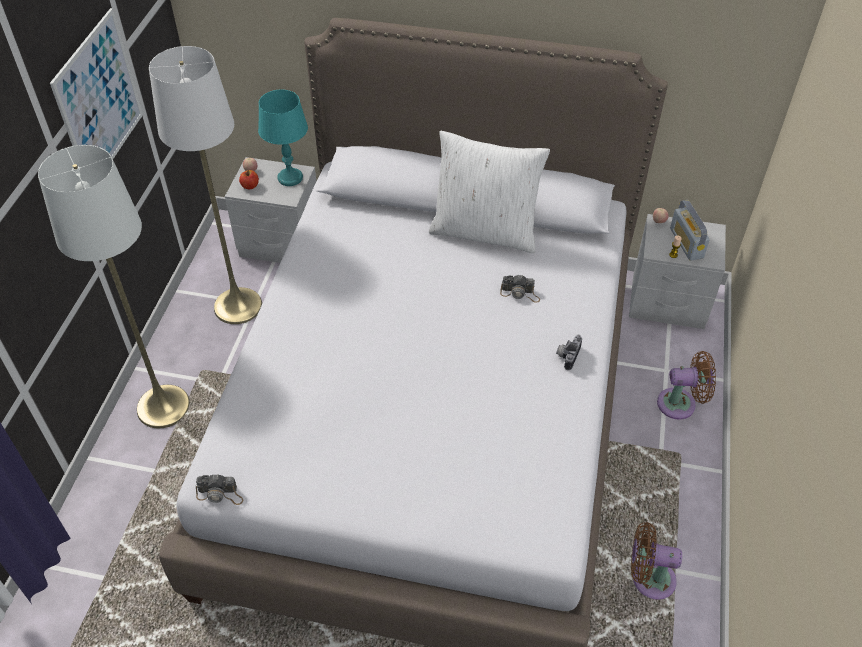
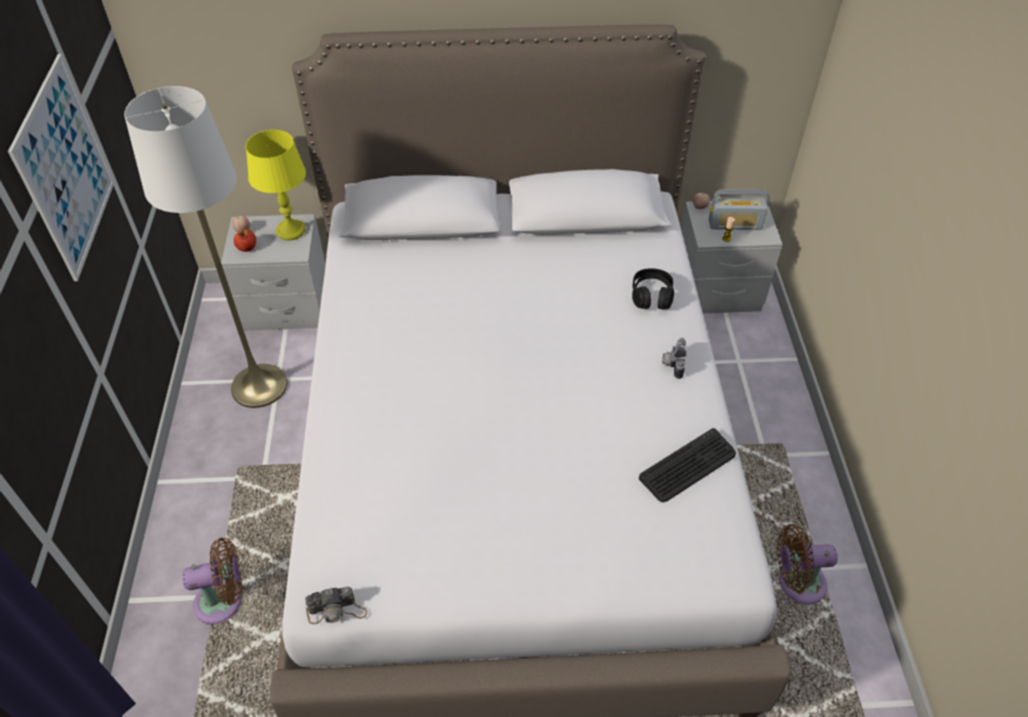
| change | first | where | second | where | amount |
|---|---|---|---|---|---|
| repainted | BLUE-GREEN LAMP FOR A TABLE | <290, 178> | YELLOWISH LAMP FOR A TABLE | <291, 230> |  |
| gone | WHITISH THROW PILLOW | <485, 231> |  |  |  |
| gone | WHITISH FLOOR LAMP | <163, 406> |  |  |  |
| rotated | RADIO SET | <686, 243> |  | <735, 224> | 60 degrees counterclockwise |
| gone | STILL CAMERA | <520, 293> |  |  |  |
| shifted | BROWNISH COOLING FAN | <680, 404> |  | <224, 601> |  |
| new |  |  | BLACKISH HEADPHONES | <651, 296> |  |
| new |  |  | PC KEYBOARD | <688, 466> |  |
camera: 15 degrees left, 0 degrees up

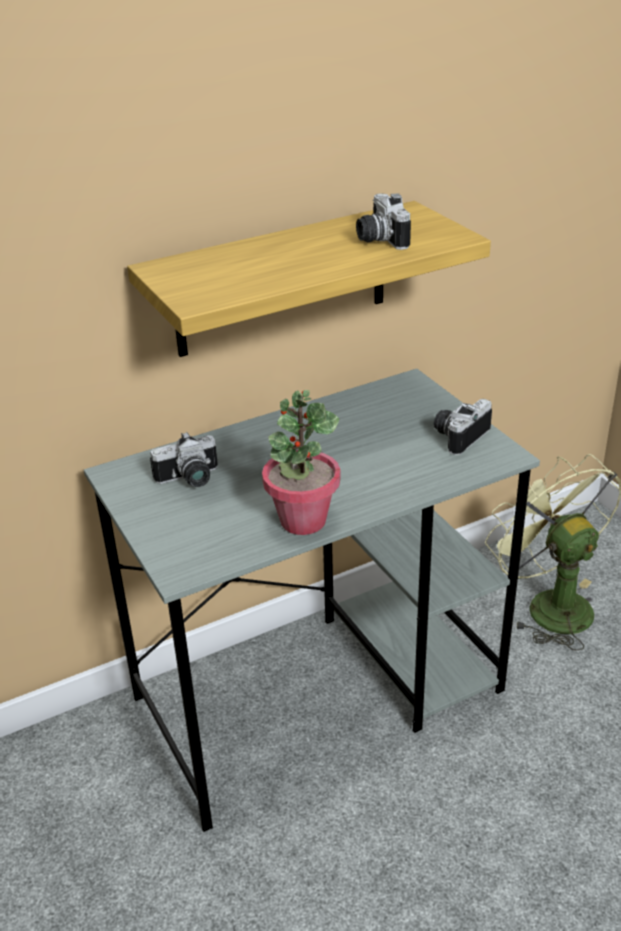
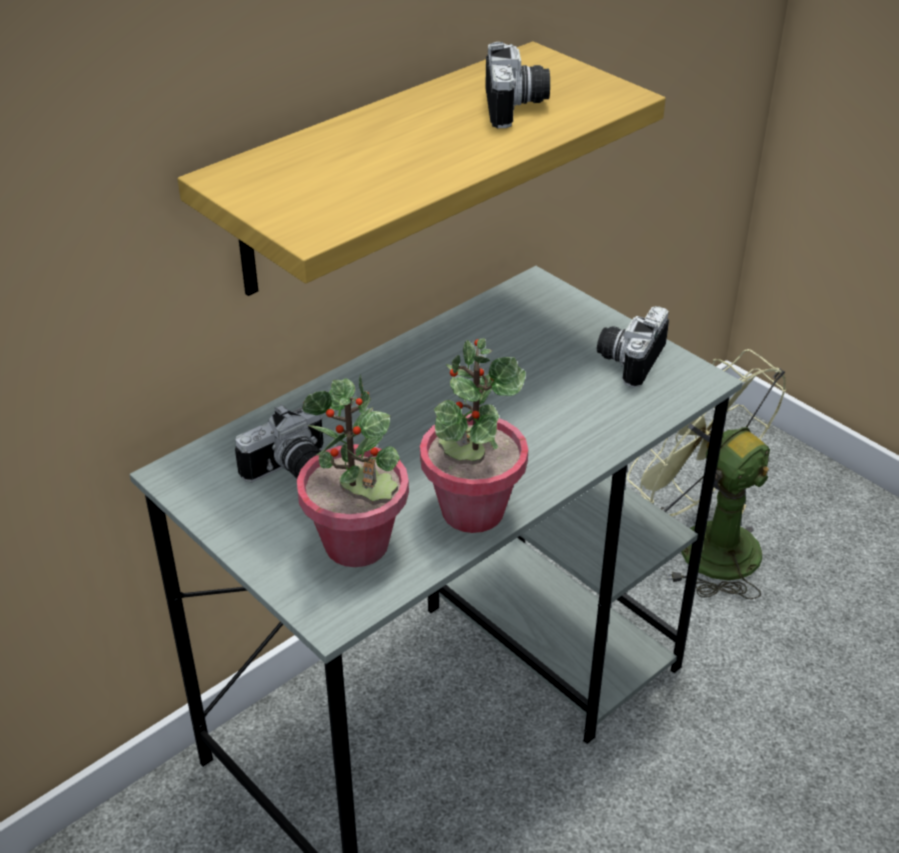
| change | first | where | second | where | amount |
|---|---|---|---|---|---|
| rotated | STILL CAMERA | <378, 239> |  | <517, 107> | 150 degrees counterclockwise |
| new |  |  | PLANT IN A POT | <357, 544> |  |
camera: 15 degrees left, 5 degrees up

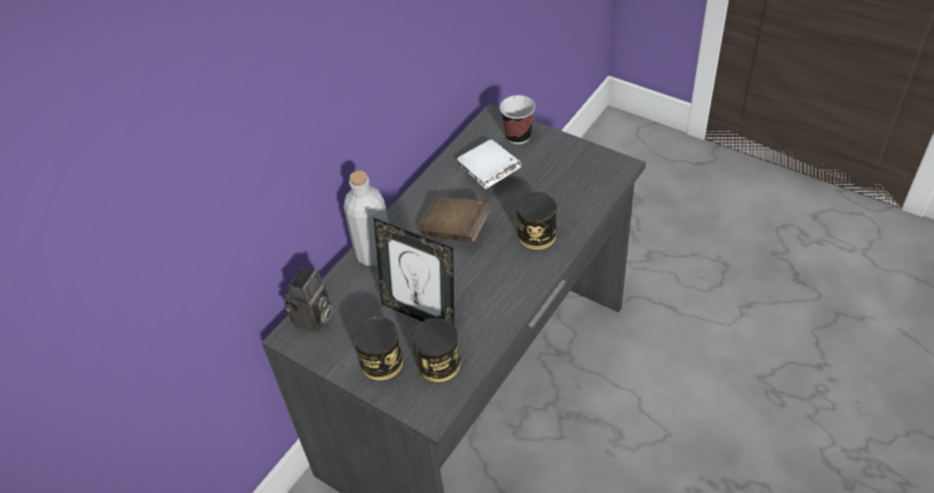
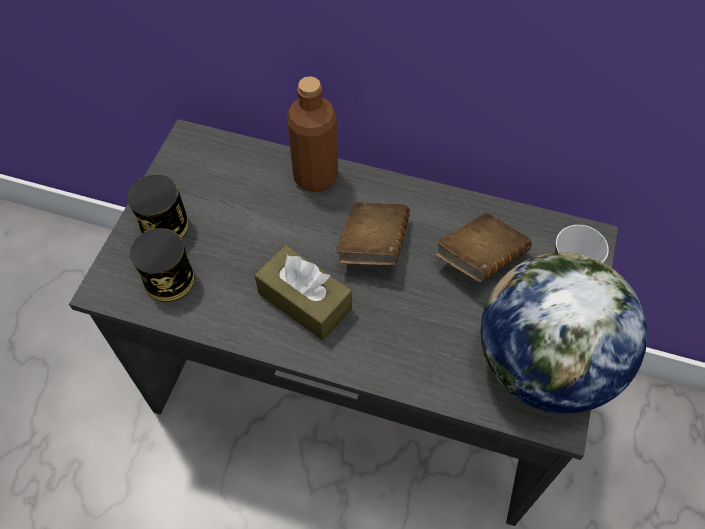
| change | first | where | second | where | amount |
|---|---|---|---|---|---|
| repainted | WHITISH VOLUME | <489, 175> | BROWNISH VOLUME | <480, 259> |  |
| repainted | GRAY BOTTLE | <374, 254> | BROWNISH BOTTLE | <315, 176> |  |
| gone | METAL CAN | <536, 235> |  |  |  |
| gone | STANDING FRAME | <421, 314> |  |  |  |
| gone | STILL CAMERA | <313, 320> |  |  |  |
| new |  |  | BROWNISH TISSUE HOLDER | <304, 301> |  |
| new |  |  | DESK GLOBE | <542, 365> |  |
camera: 70 degrees right, 10 degrees up

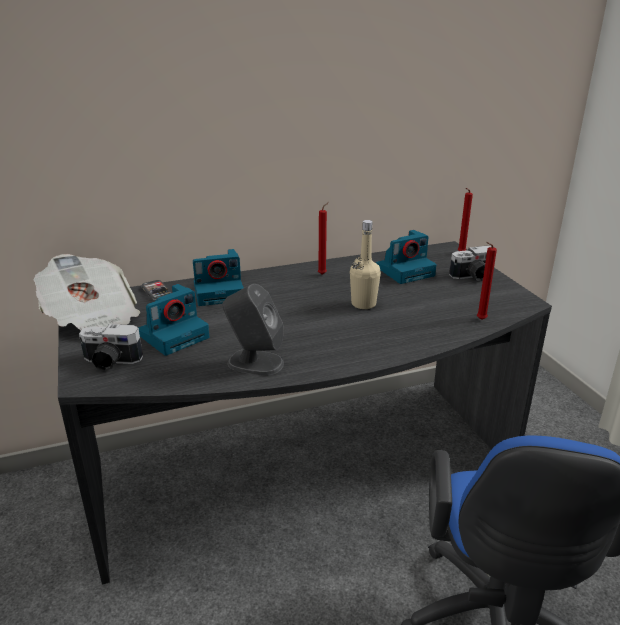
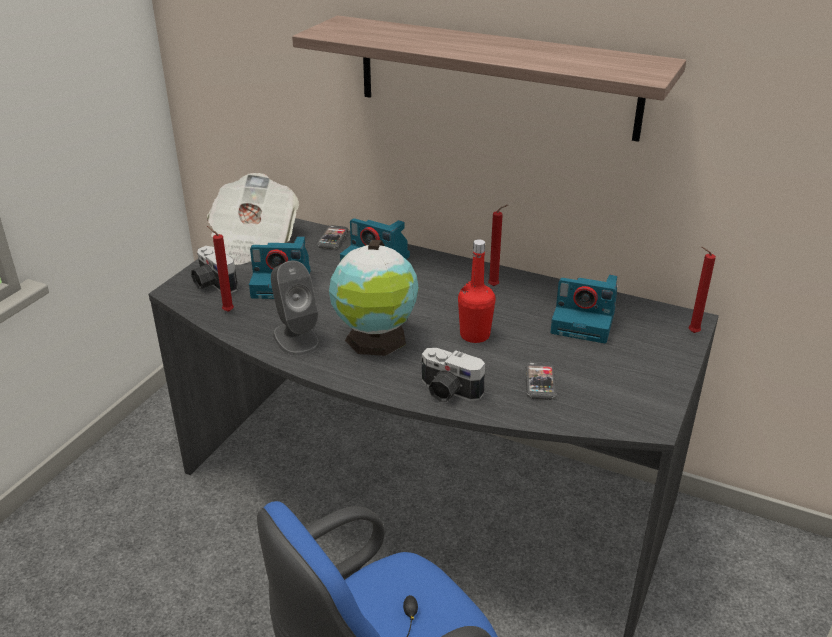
| change | first | where | second | where | amount |
|---|---|---|---|---|---|
| repainted | BEIGE BOTTLE | <363, 304> | REDDISH BOTTLE | <475, 335> |  |
| shifted | REDDISH WAX CANDLE | <480, 320> |  | <226, 311> |  |
| shifted | STILL CAMERA | <473, 276> |  | <448, 392> |  |
| new |  |  | SHELF | <496, 77> |  |
| new |  |  | DESK GLOBE | <376, 340> |  |
| new |  |  | TELEPHONE | <540, 382> |  |
camera: 45 degrees right, 5 degrees up

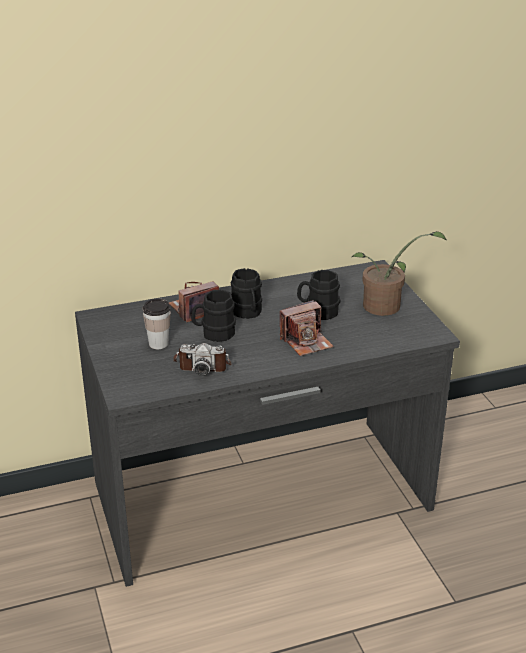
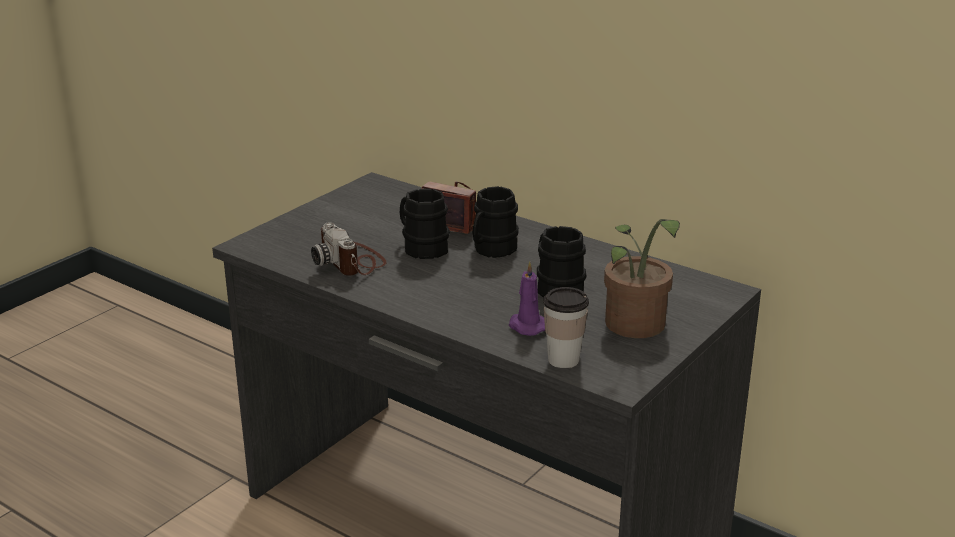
| change | first | where | second | where | amount |
|---|---|---|---|---|---|
| shifted | SMALL CUP | <158, 344> |  | <563, 360> |  |
| gone | STILL CAMERA | <306, 342> |  |  |  |
| new |  |  | PURPLE-COLOURED WAX CANDLE | <526, 326> |  |
camera: 55 degrees right, 5 degrees down

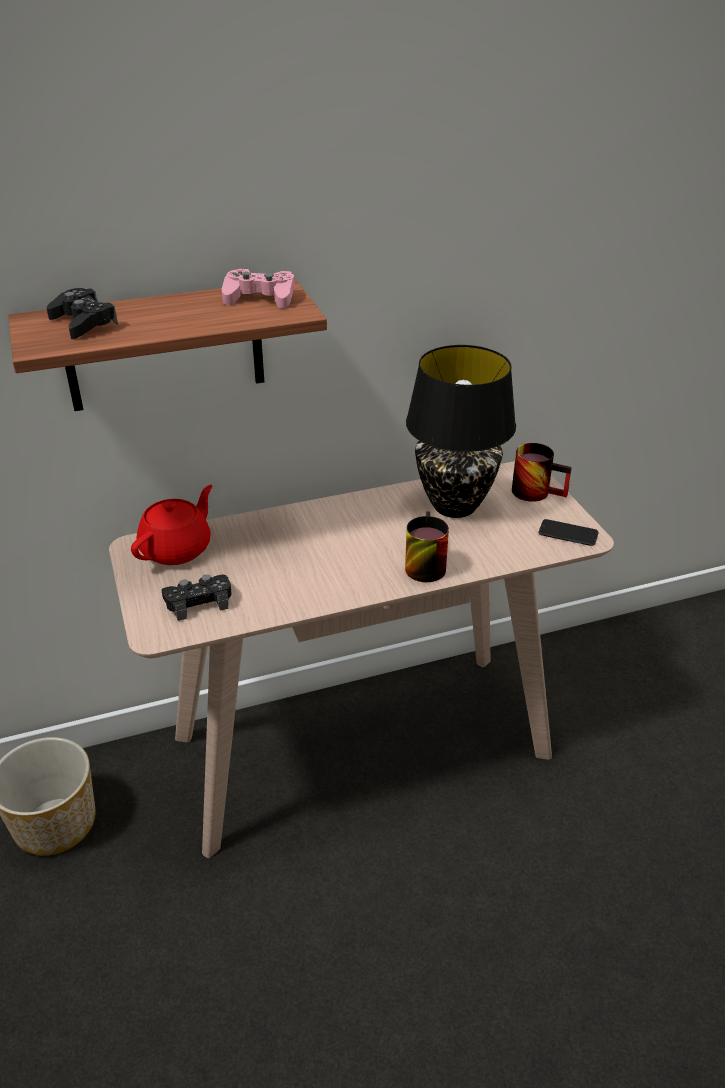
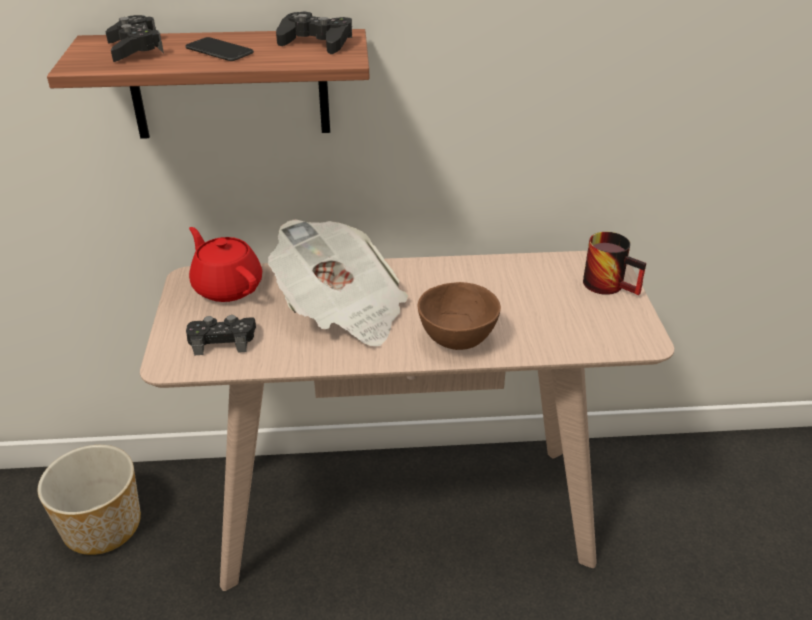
| change | first | where | second | where | amount |
|---|---|---|---|---|---|
| repainted | PINK JOYPAD | <260, 298> | BLACKISH JOYPAD | <316, 42> |  |
| gone | BLACKISH LAMP FOR A TABLE | <454, 505> |  |  |  |
| rotated | REDDISH TEAPOT | <177, 549> |  | <227, 287> | 90 degrees counterclockwise |
| swapped | TEA MUG | <421, 564> | BROWNISH DEEP DISH | <456, 340> |  |
| shifted | TELEPHONE | <568, 533> |  | <219, 51> |  |
| new |  |  | NEWSPAPER | <342, 310> |  |
camera: 15 degrees right, 0 degrees up

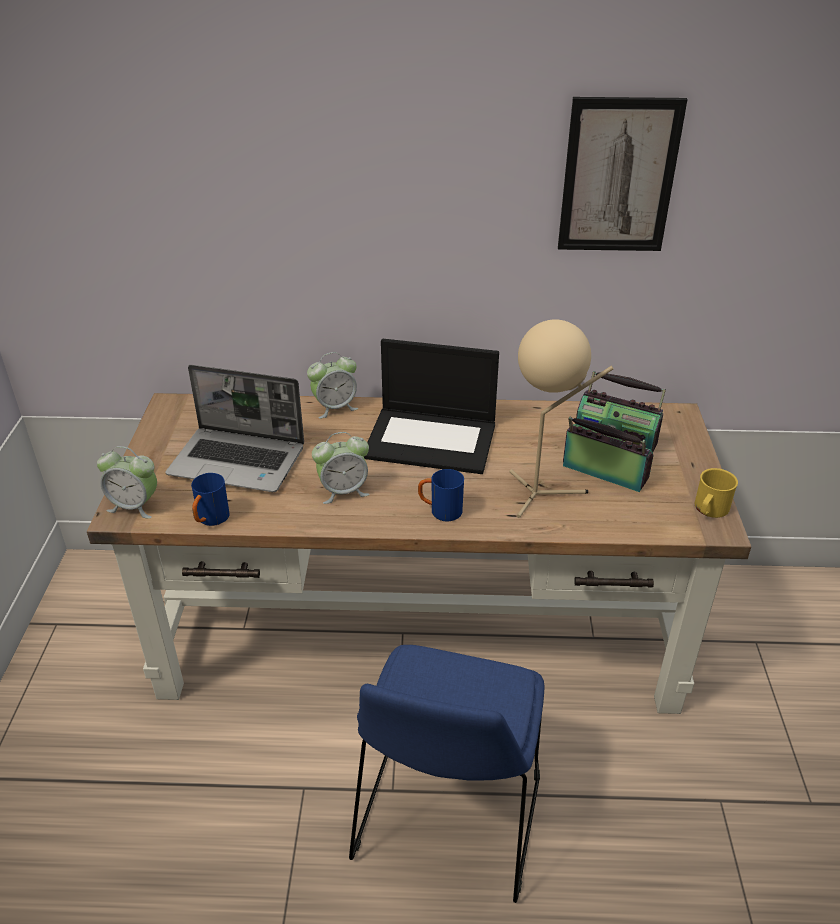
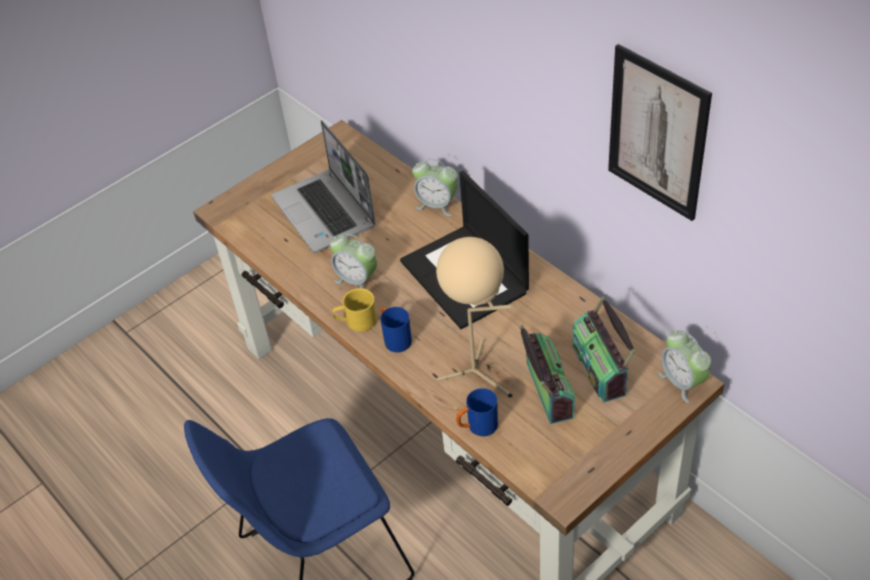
| change | first | where | second | where | amount |
|---|---|---|---|---|---|
| shifted | ALARM CLOCK | <135, 506> |  | <682, 382> |  |
| shifted | YELLOWISH TEA MUG | <709, 510> |  | <356, 321> |  |
| shifted | BLUE TEA MUG | <210, 520> |  | <477, 427> |  |
camera: 50 degrees right, 10 degrees up

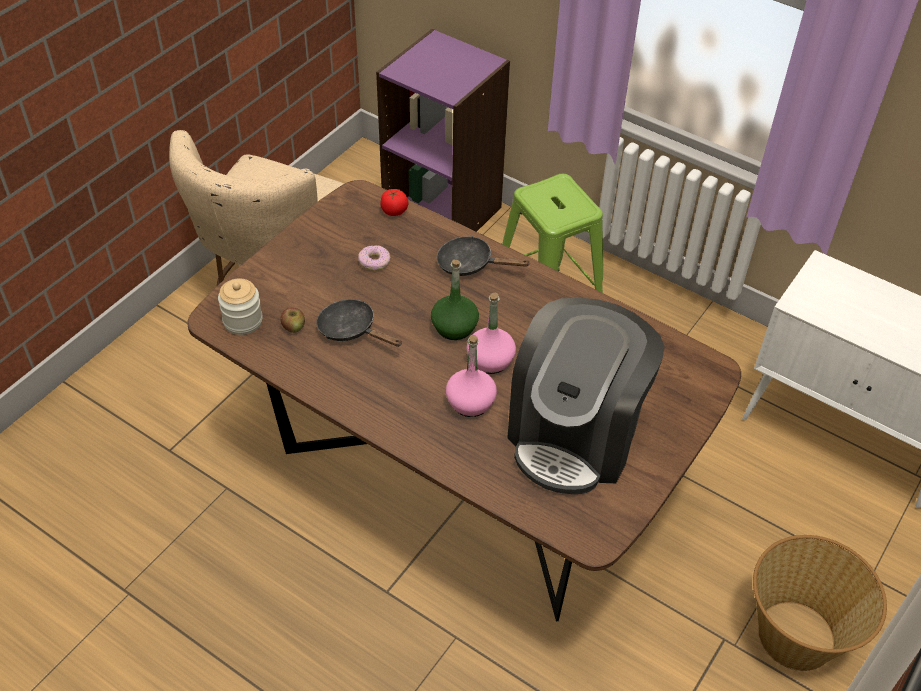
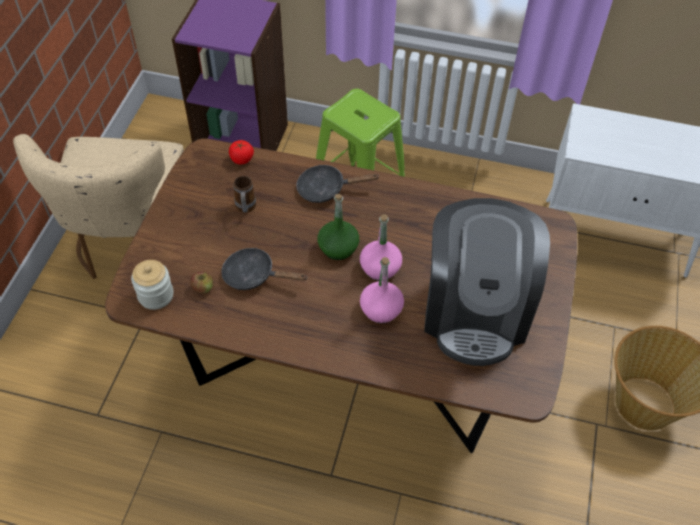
| change | first | where | second | where | amount |
|---|---|---|---|---|---|
| swapped | RING DOUGHNUT | <374, 261> | TEA MUG | <245, 209> |  |
camera: 20 degrees left, 5 degrees up

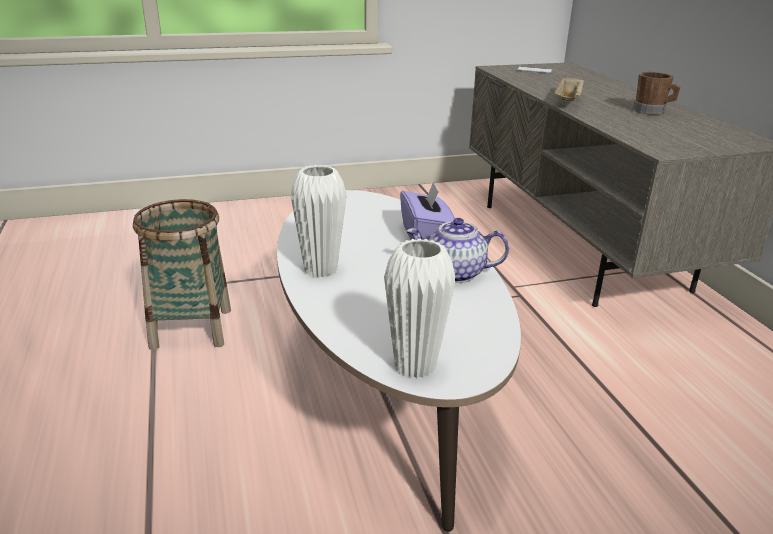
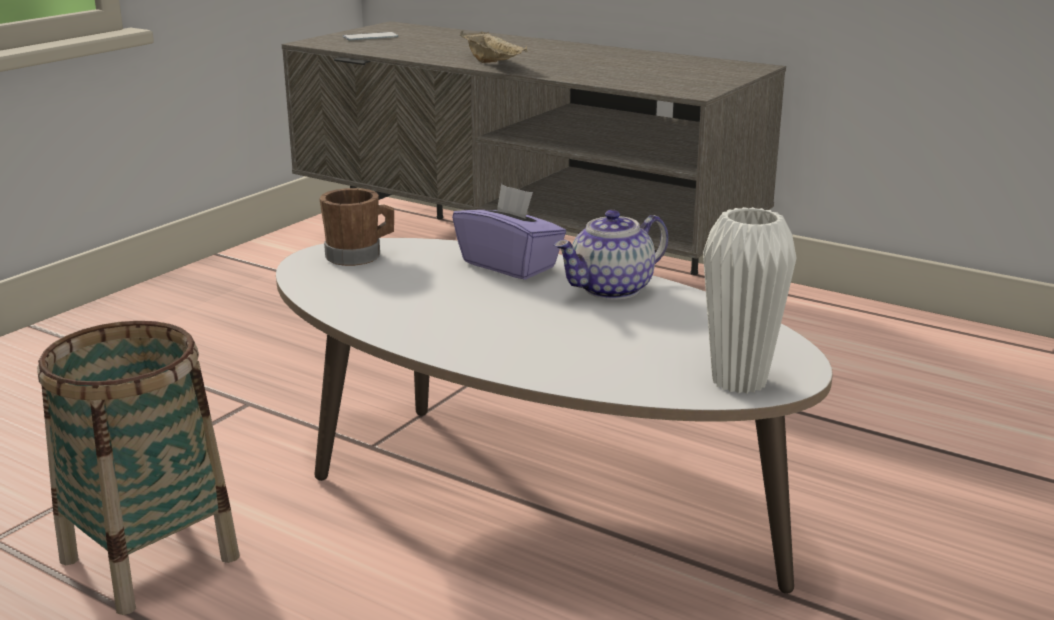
| change | first | where | second | where | amount |
|---|---|---|---|---|---|
| shifted | BROWNISH TEA MUG | <652, 111> |  | <360, 256> |  |
| gone | WHITISH VASE | <320, 270> |  |  |  |
camera: 40 degrees left, 5 degrees down

